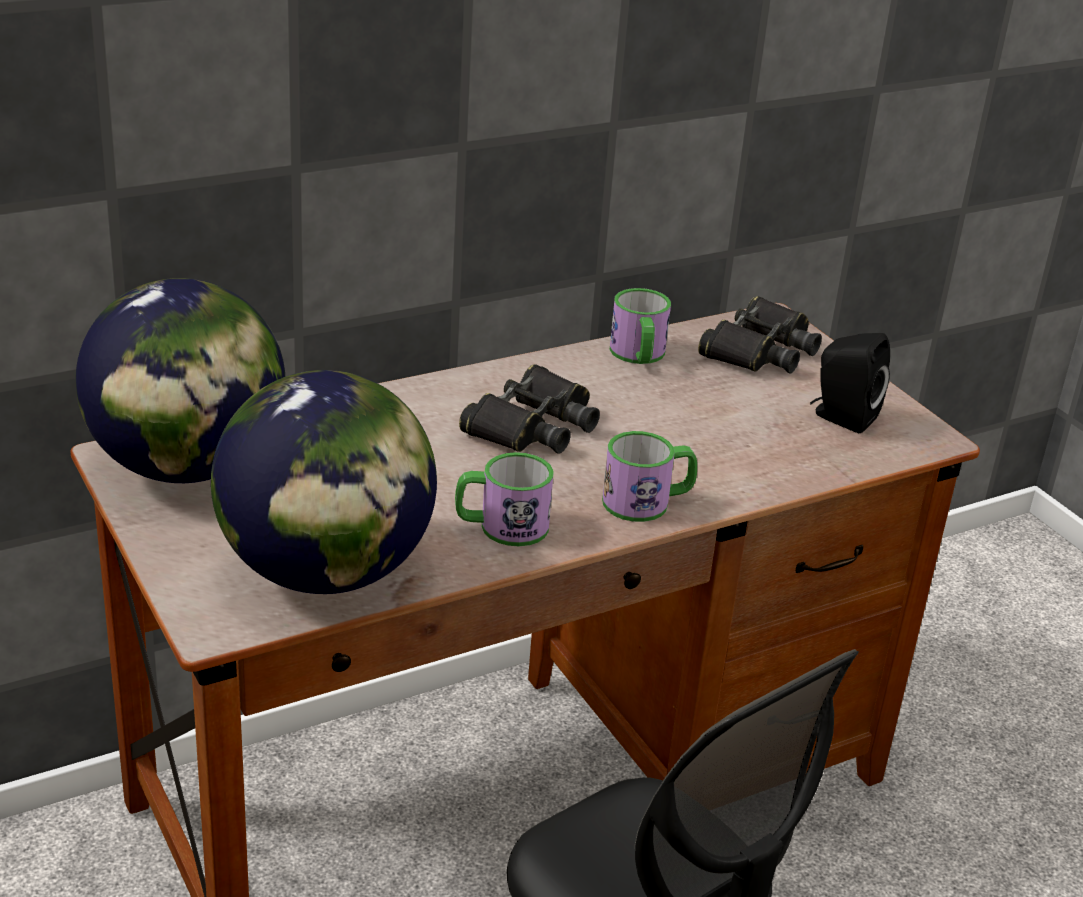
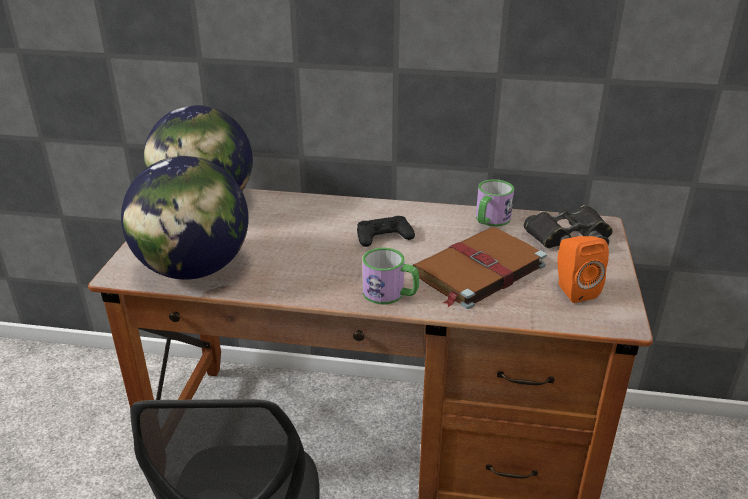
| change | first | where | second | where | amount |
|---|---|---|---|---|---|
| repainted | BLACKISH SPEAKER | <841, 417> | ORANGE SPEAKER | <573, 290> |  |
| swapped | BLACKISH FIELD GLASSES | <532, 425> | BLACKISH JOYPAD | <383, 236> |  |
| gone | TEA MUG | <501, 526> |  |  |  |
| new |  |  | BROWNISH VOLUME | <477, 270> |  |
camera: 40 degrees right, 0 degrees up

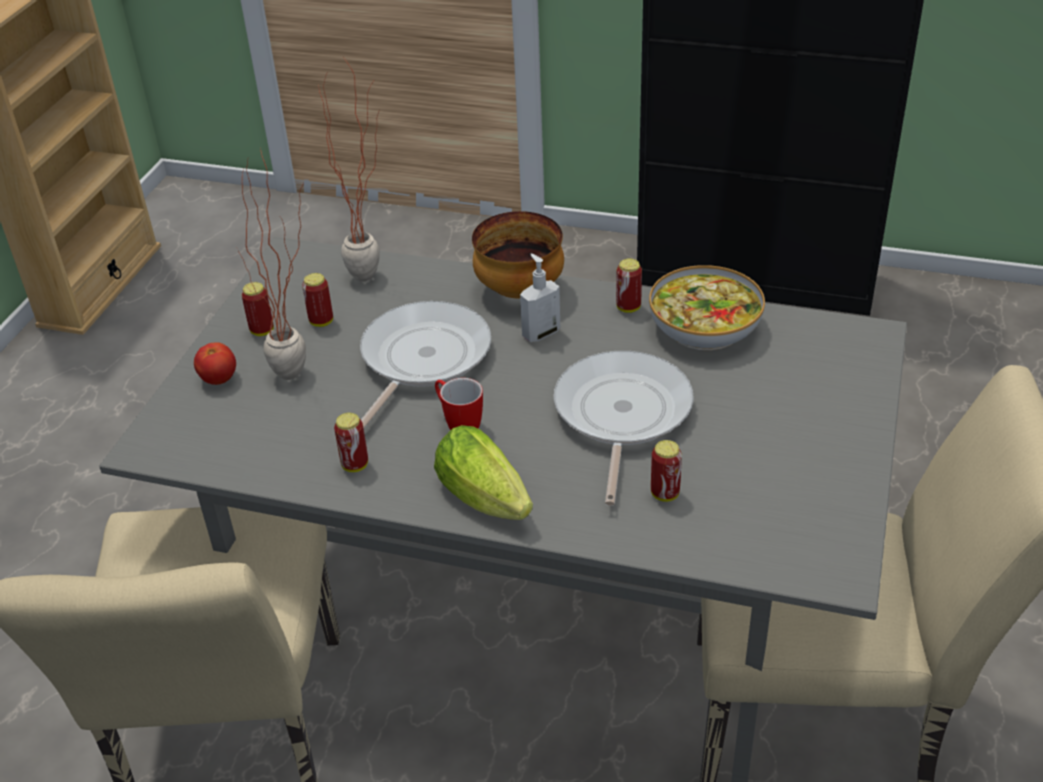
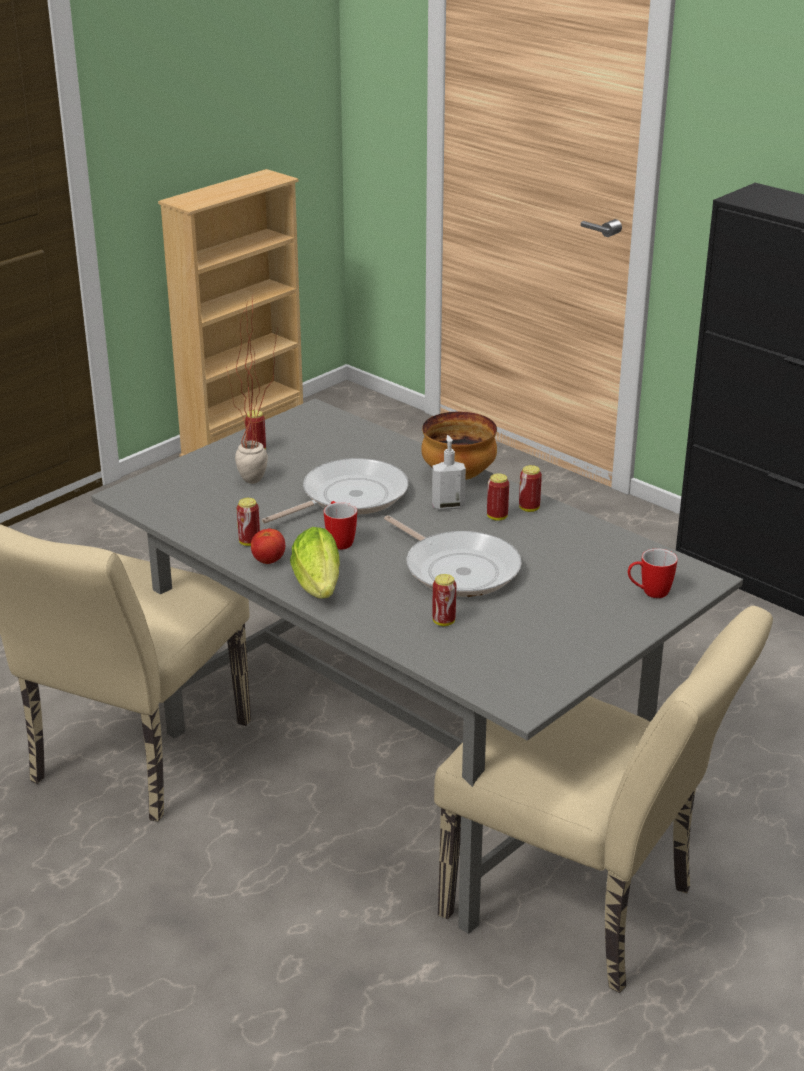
| change | first | where | second | where | amount |
|---|---|---|---|---|---|
| gone | PLANT IN A POT | <375, 274> |  |  |  |
| gone | DEEP DISH | <704, 327> |  |  |  |
| shifted | METAL CAN | <321, 321> |  | <497, 517> |  |
| shifted | FRESH TOMATO | <219, 379> |  | <268, 560> |  |
| rotated | FRYING PAN | <621, 415> |  | <458, 569> | 105 degrees clockwise |
| new |  |  | TEA MUG | <649, 593> |  |
camera: 25 degrees right, 10 degrees down

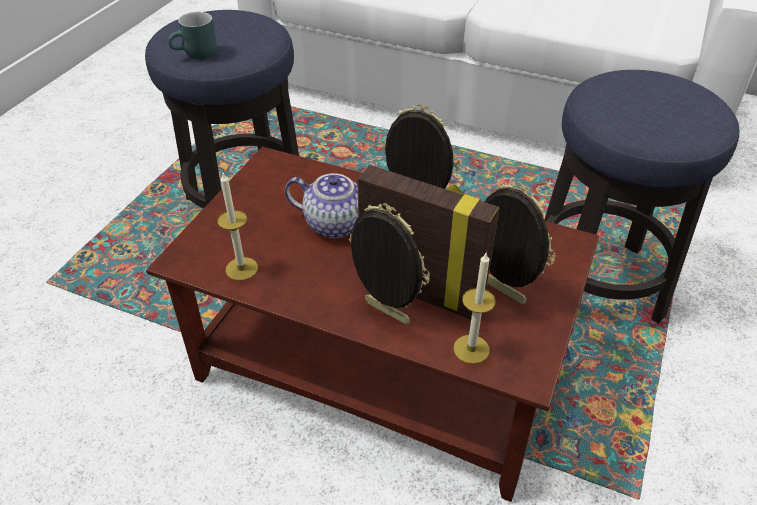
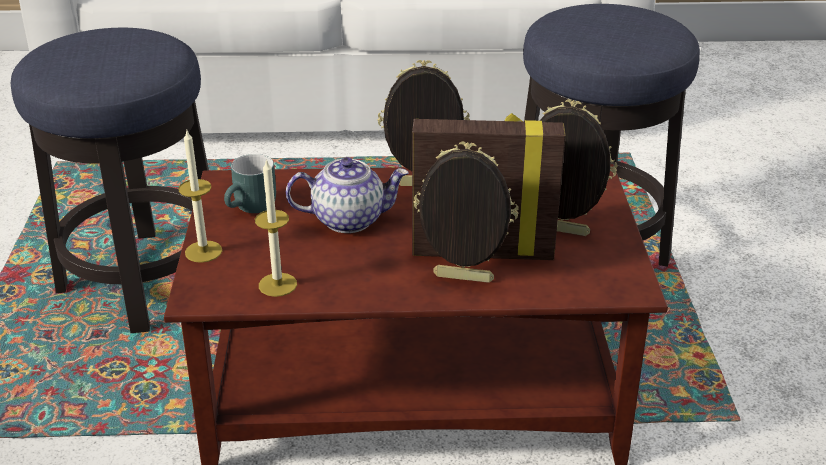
| change | first | where | second | where | amount |
|---|---|---|---|---|---|
| shifted | BLUE-GREEN TEA MUG | <197, 55> |  | <253, 208> |  |
| shifted | WAX CANDLE | <471, 349> |  | <203, 251> |  |
camera: 25 degrees left, 10 degrees down

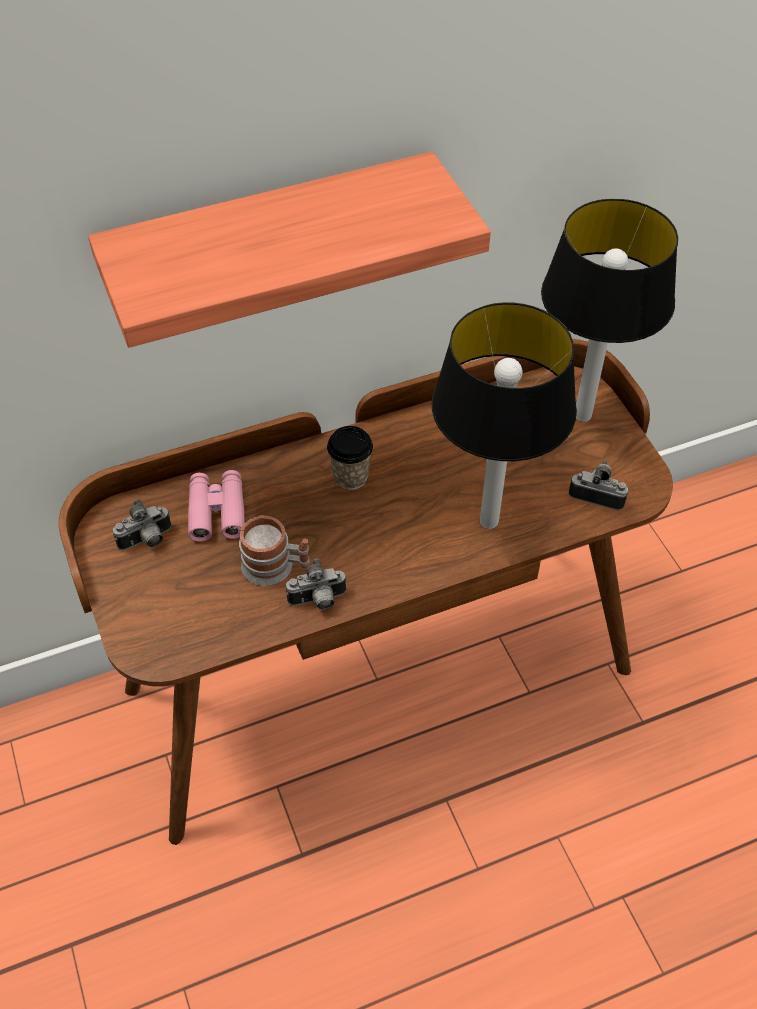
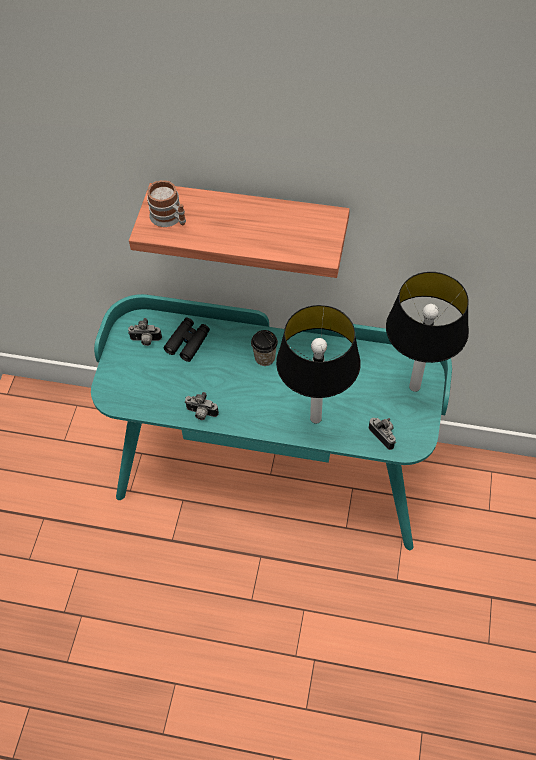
| change | first | where | second | where | amount |
|---|---|---|---|---|---|
| repainted | BROWNISH DESK UNIT | <377, 675> | BLUE-GREEN DESK UNIT | <272, 472> |  |
| repainted | PINK FIELD GLASSES | <217, 511> | BLACKISH FIELD GLASSES | <188, 342> |  |
| shifted | TEA MUG | <276, 567> |  | <170, 218> |  |
camera: 35 degrees right, 5 degrees up

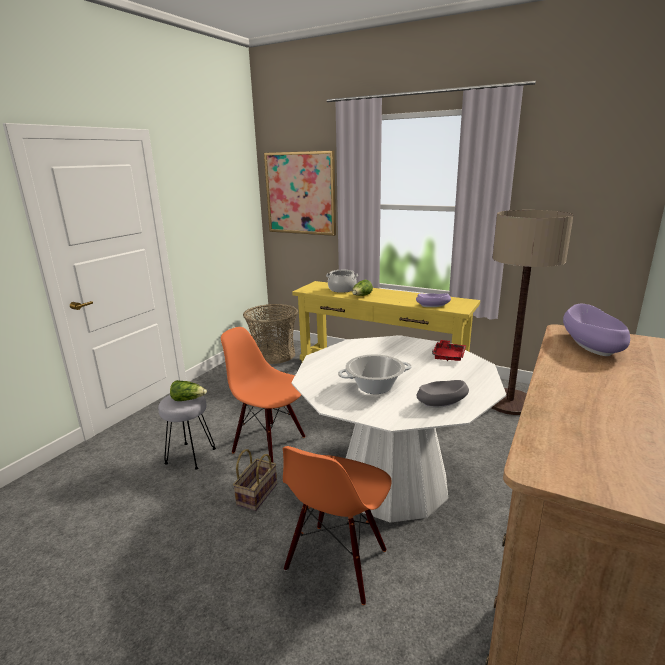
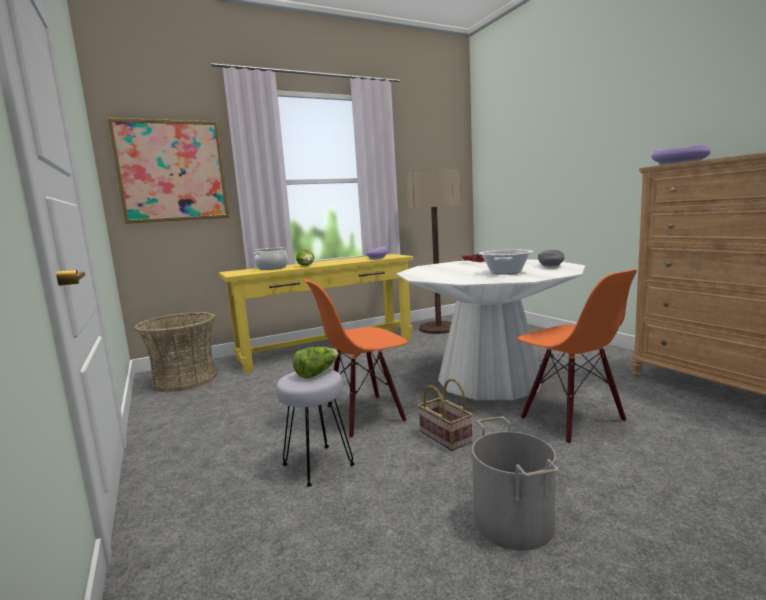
| change | first | where | second | where | amount |
|---|---|---|---|---|---|
| new |  |  | GRAY PAIL | <512, 522> |  |
camera: 55 degrees left, 10 degrees down

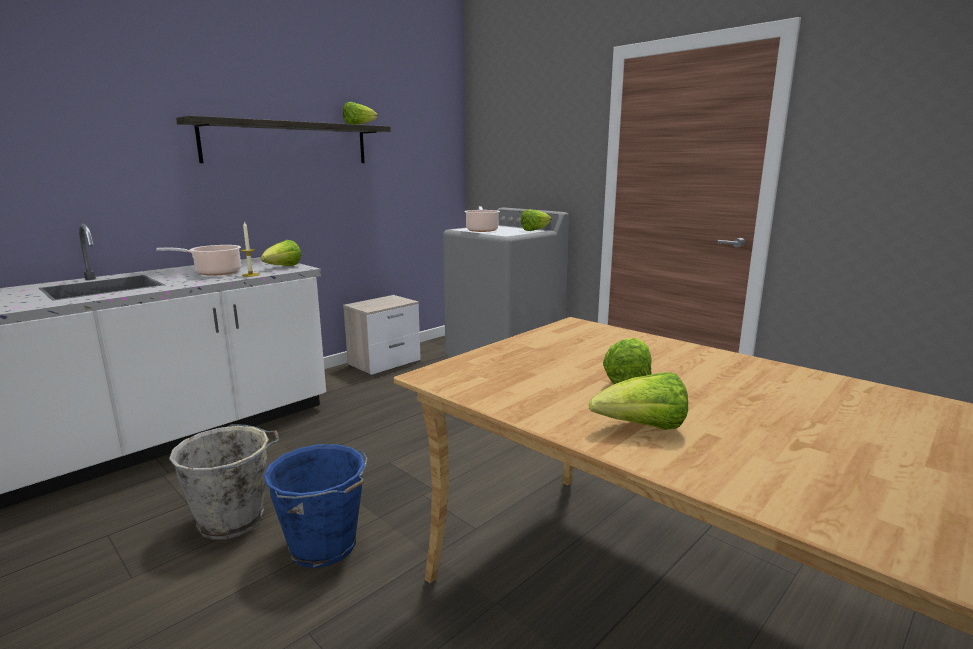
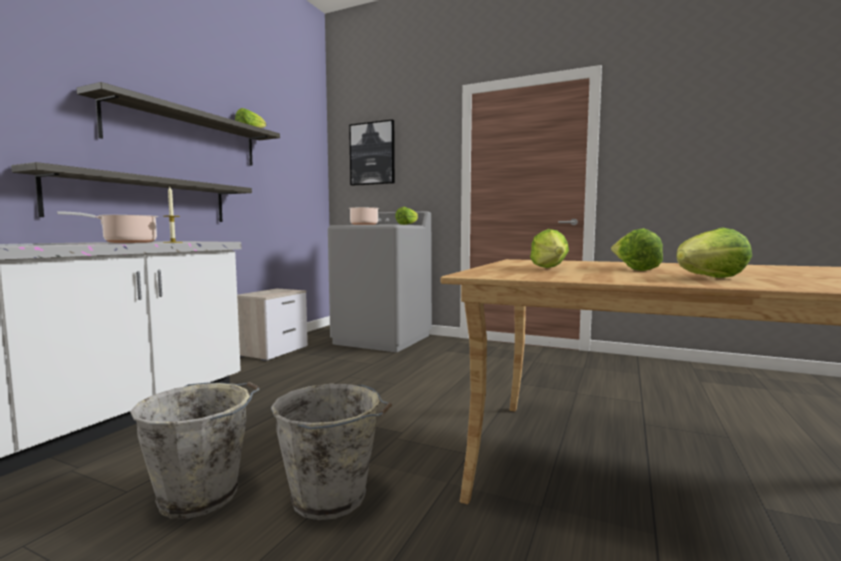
| change | first | where | second | where | amount |
|---|---|---|---|---|---|
| shifted | HEAD OF LETTUCE | <283, 267> |  | <550, 269> |  |
| repainted | BLUE PAIL | <325, 547> | GRAY PAIL | <332, 498> |  |
| new |  |  | WALL ART | <372, 154> |  |
| new |  |  | SHELF | <145, 200> |  |
camera: 20 degrees left, 10 degrees down

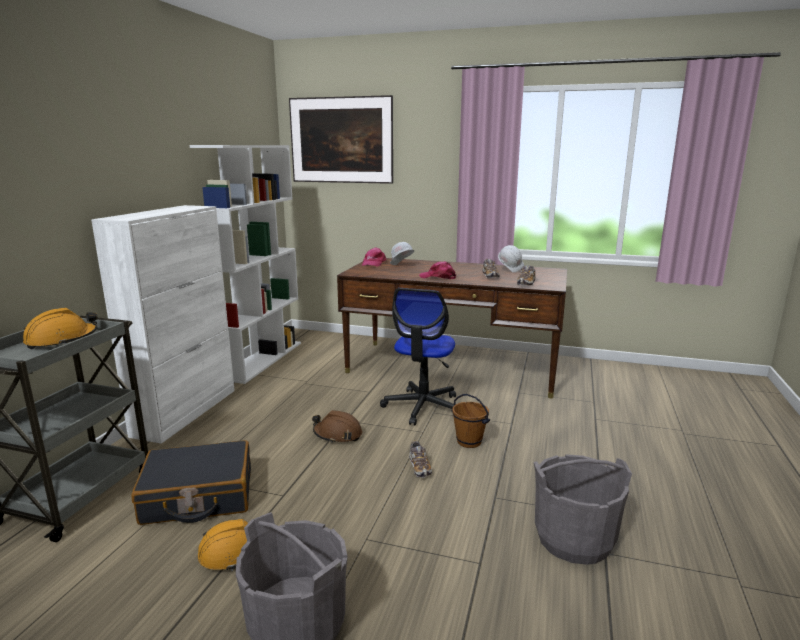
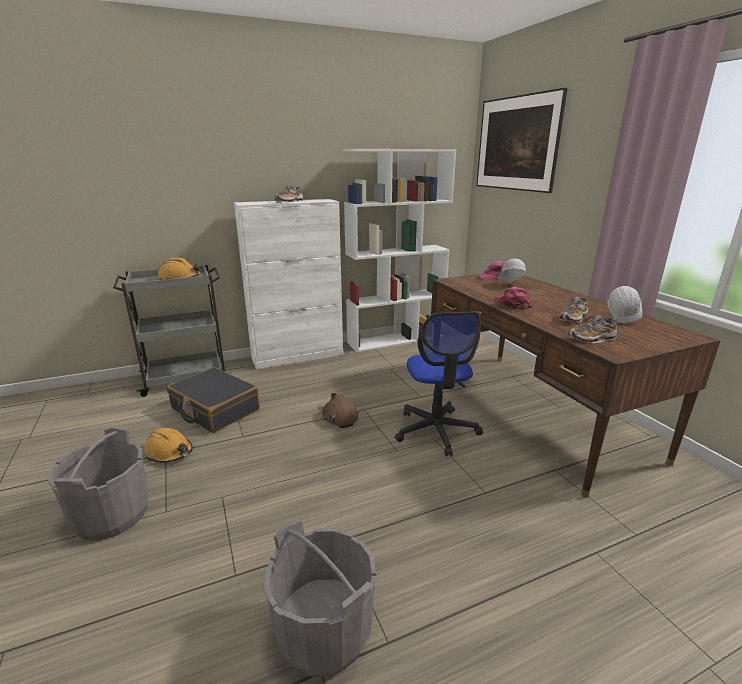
| change | first | where | second | where | amount |
|---|---|---|---|---|---|
| rotated | COMPUTER CHAIR | <423, 407> |  | <436, 430> | 75 degrees counterclockwise |
| gone | BROWNISH PAIL | <469, 441> |  |  |  |
| shifted | ITEM OF FOOTWEAR | <419, 467> |  | <289, 201> |  |
camera: 50 degrees right, 5 degrees up

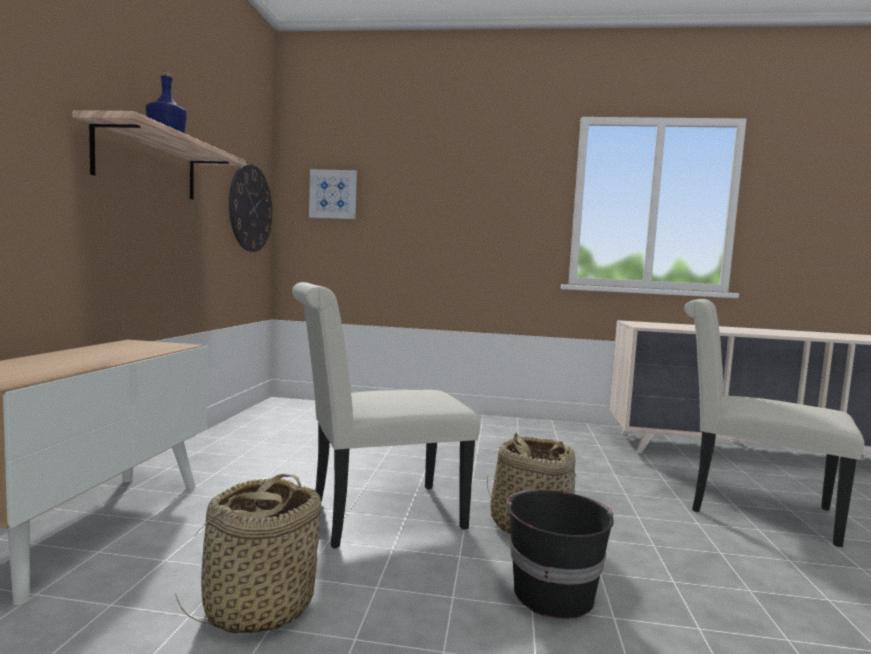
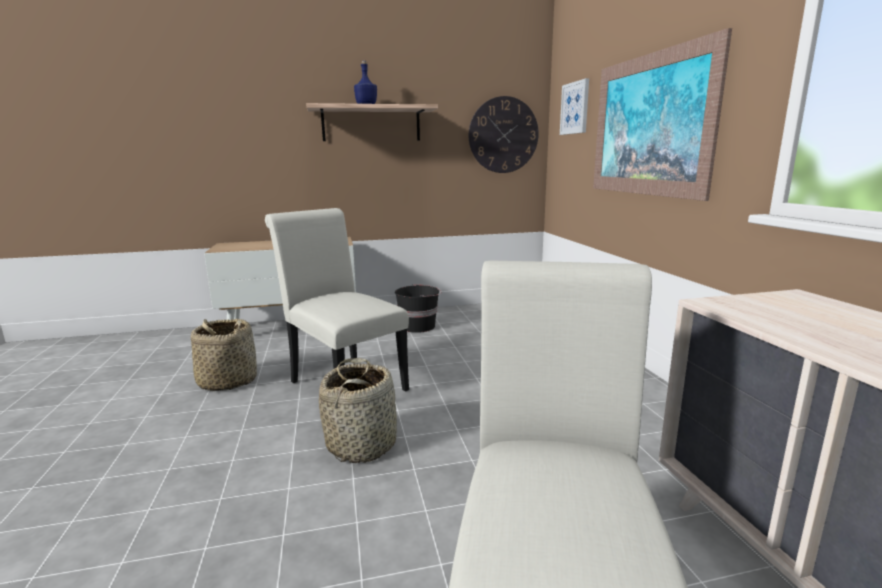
| change | first | where | second | where | amount |
|---|---|---|---|---|---|
| shifted | BLACKISH PAIL | <552, 592> |  | <418, 326> |  |
| new |  |  | WALL ART | <649, 125> |  |
camera: 70 degrees right, 10 degrees up

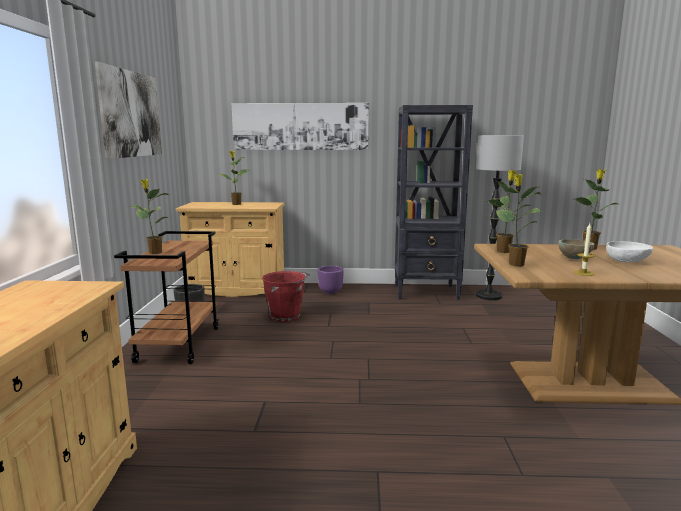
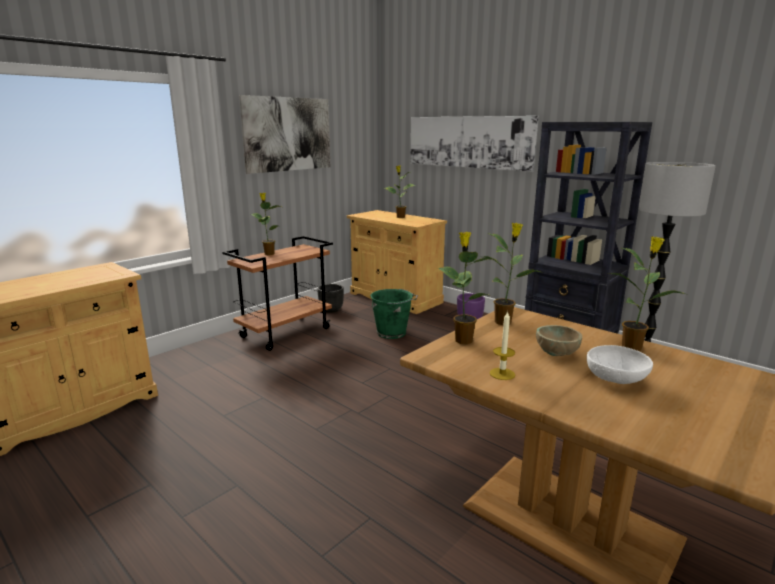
| change | first | where | second | where | amount |
|---|---|---|---|---|---|
| repainted | REDDISH PAIL | <286, 316> | GREEN-COLOURED PAIL | <392, 333> |  |
camera: 40 degrees right, 5 degrees up

